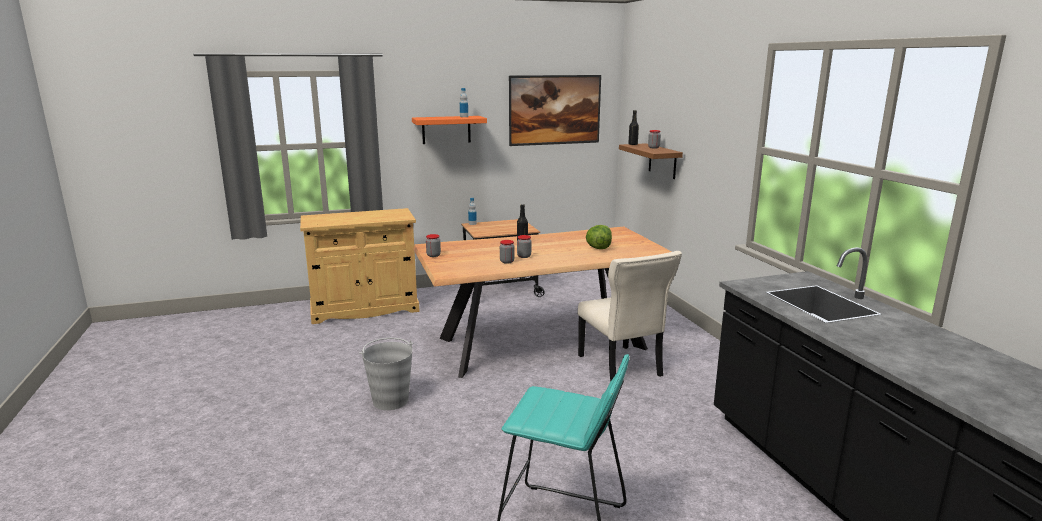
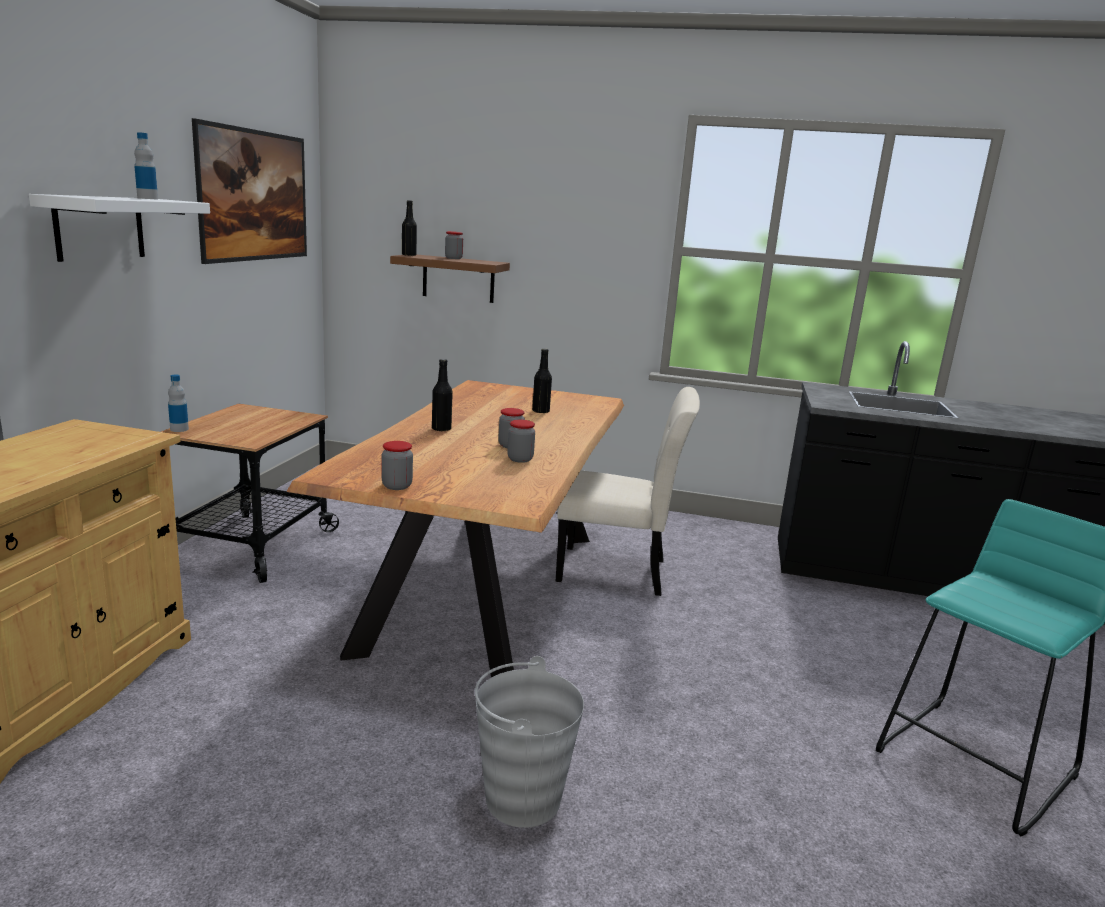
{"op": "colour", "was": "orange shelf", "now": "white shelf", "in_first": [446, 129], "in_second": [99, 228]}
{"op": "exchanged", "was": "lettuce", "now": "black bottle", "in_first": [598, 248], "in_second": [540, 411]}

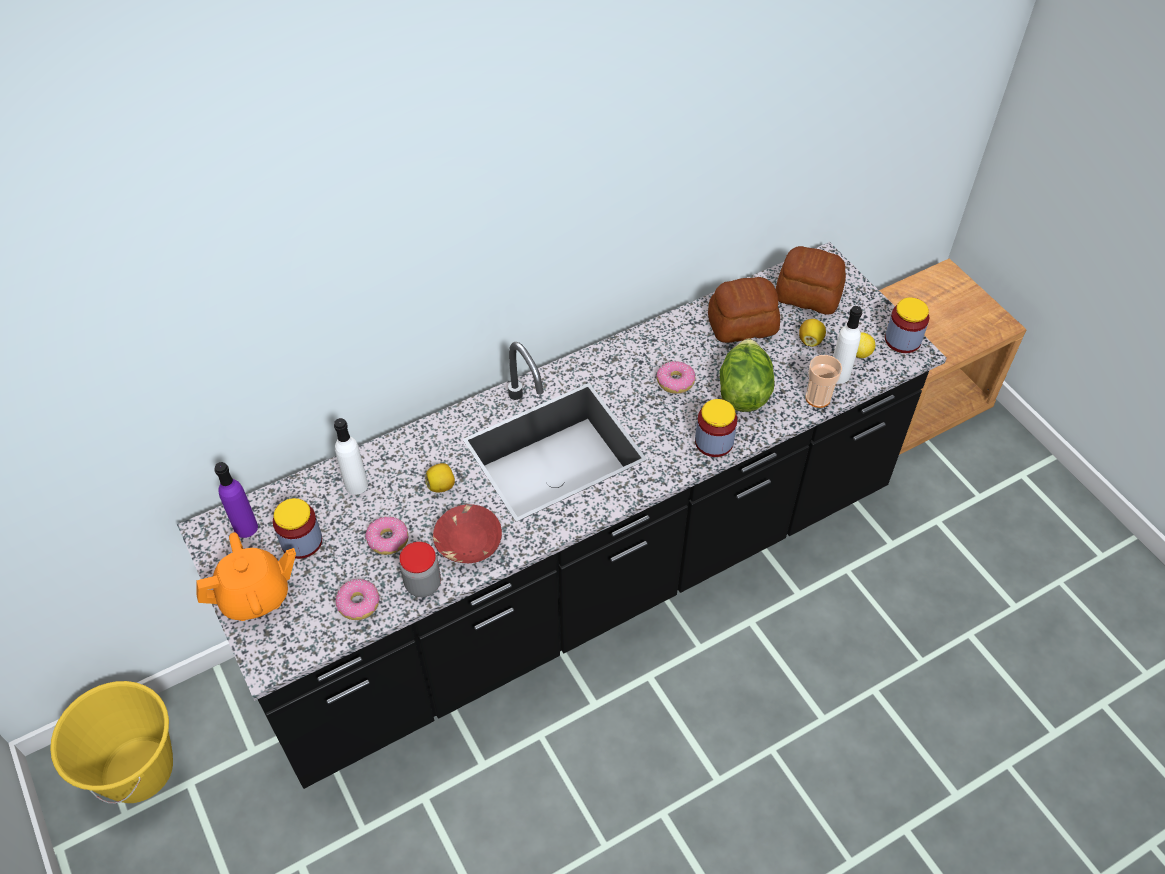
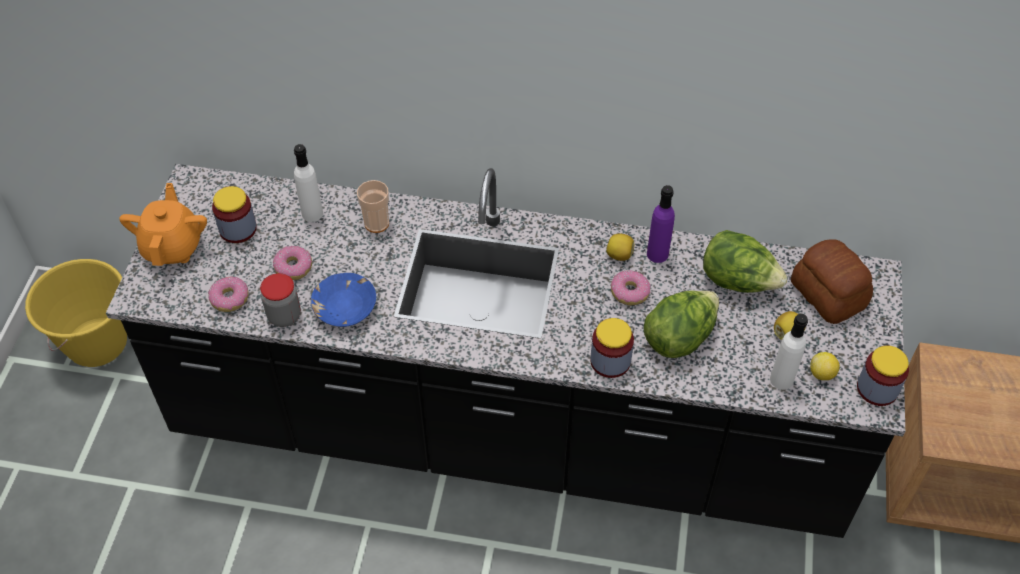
{"op": "exchanged", "was": "bread", "now": "lettuce", "in_first": [741, 324], "in_second": [738, 281]}
{"op": "relocated", "was": "cup", "in_first": [818, 398], "in_second": [376, 223]}
{"op": "relocated", "was": "purple bottle", "in_first": [246, 527], "in_second": [657, 254]}
{"op": "relocated", "was": "lemon", "in_first": [441, 485], "in_second": [619, 255]}
{"op": "colour", "was": "red bowl", "now": "blue bowl", "in_first": [467, 542], "in_second": [344, 307]}
{"op": "spun", "was": "orange teapot", "in_first": [256, 596], "in_second": [173, 247], "clockwise": -105}

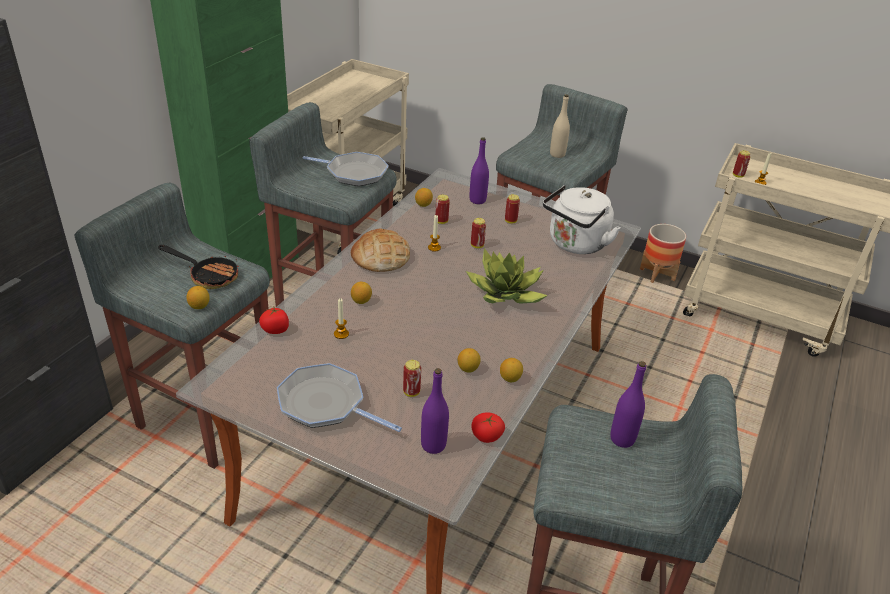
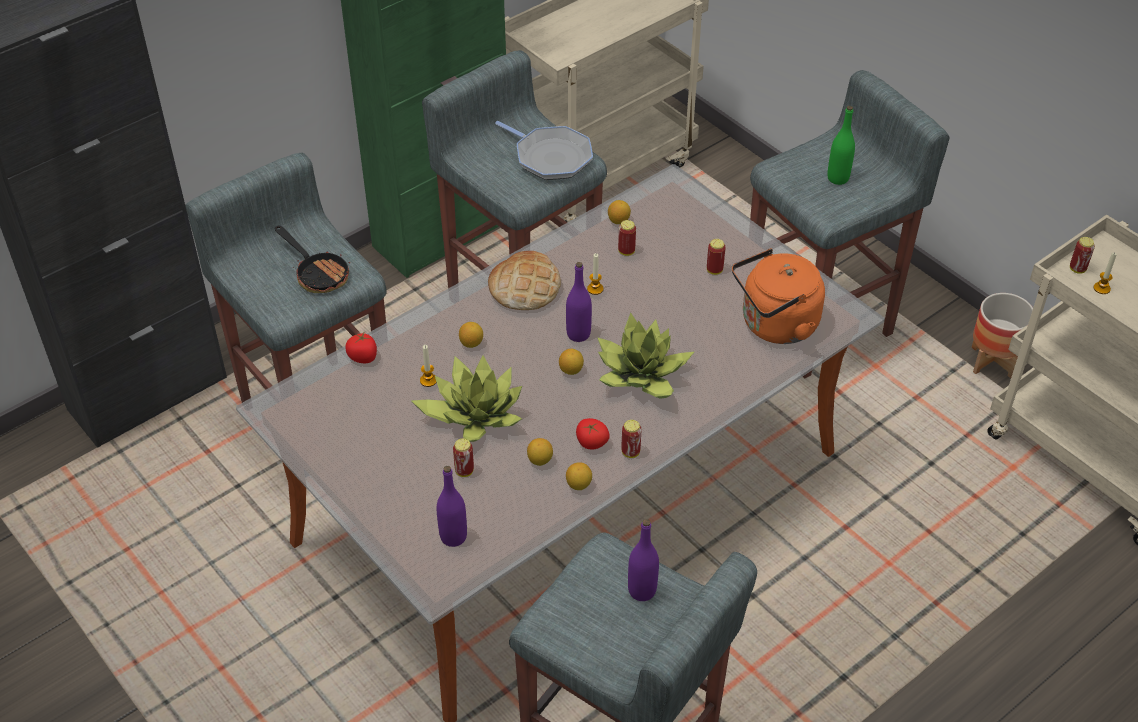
{"op": "colour", "was": "beige bottle", "now": "green bottle", "in_first": [557, 154], "in_second": [838, 178]}
{"op": "relocated", "was": "purple bottle", "in_first": [477, 200], "in_second": [578, 334]}
{"op": "colour", "was": "white kettle", "now": "orange kettle", "in_first": [575, 244], "in_second": [775, 325]}
{"op": "relocated", "was": "can", "in_first": [477, 245], "in_second": [630, 452]}
{"op": "relocated", "was": "lemon", "in_first": [199, 306], "in_second": [571, 370]}
{"op": "missing", "was": "frying pan", "in_first": [326, 404]}
{"op": "relocated", "was": "tomato", "in_first": [486, 436], "in_second": [591, 443]}
{"op": "appeared", "now": "potted plant", "in_second": [474, 413]}

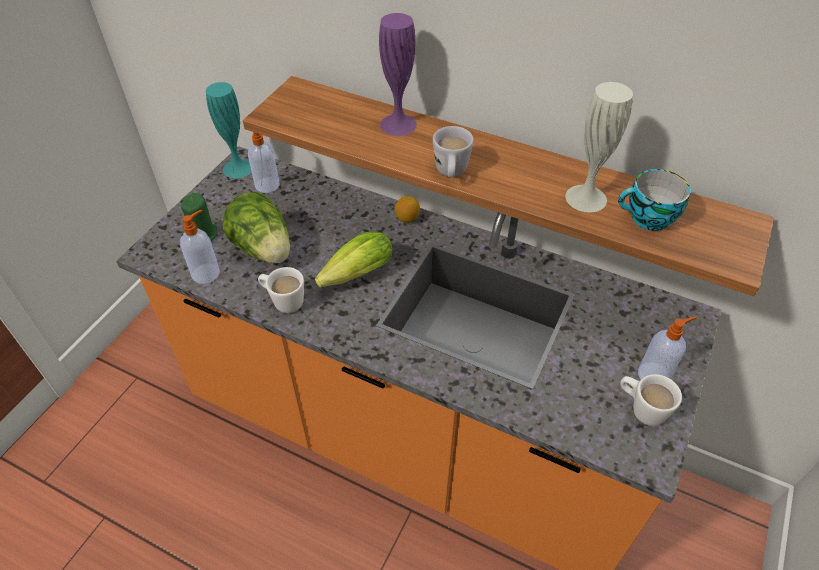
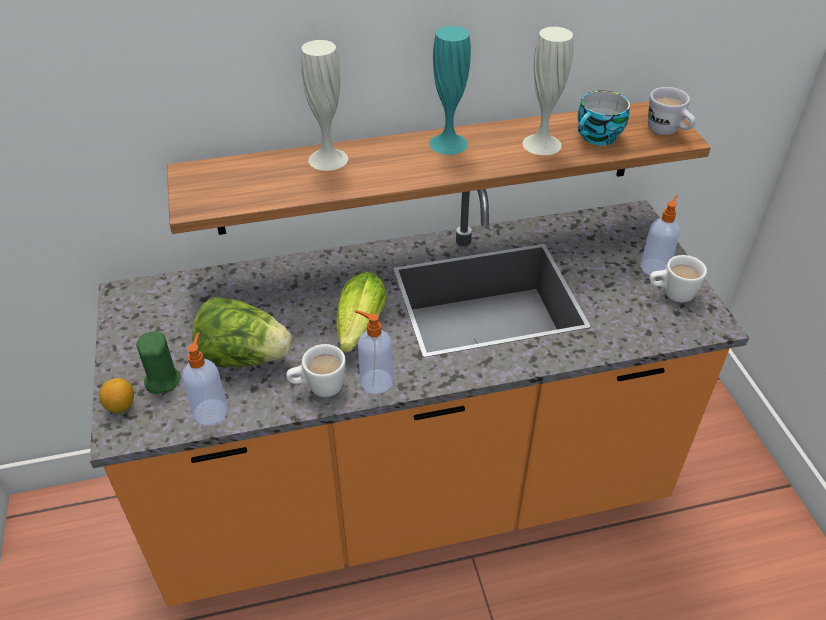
{"op": "colour", "was": "purple vase", "now": "white vase", "in_first": [398, 124], "in_second": [328, 159]}
{"op": "relocated", "was": "turquoise vase", "in_first": [238, 168], "in_second": [448, 143]}
{"op": "relocated", "was": "white mug", "in_first": [451, 174], "in_second": [667, 132]}
{"op": "relocated", "was": "soap dispenser", "in_first": [267, 184], "in_second": [375, 381]}
{"op": "relocated", "was": "lemon", "in_first": [407, 218], "in_second": [121, 405]}

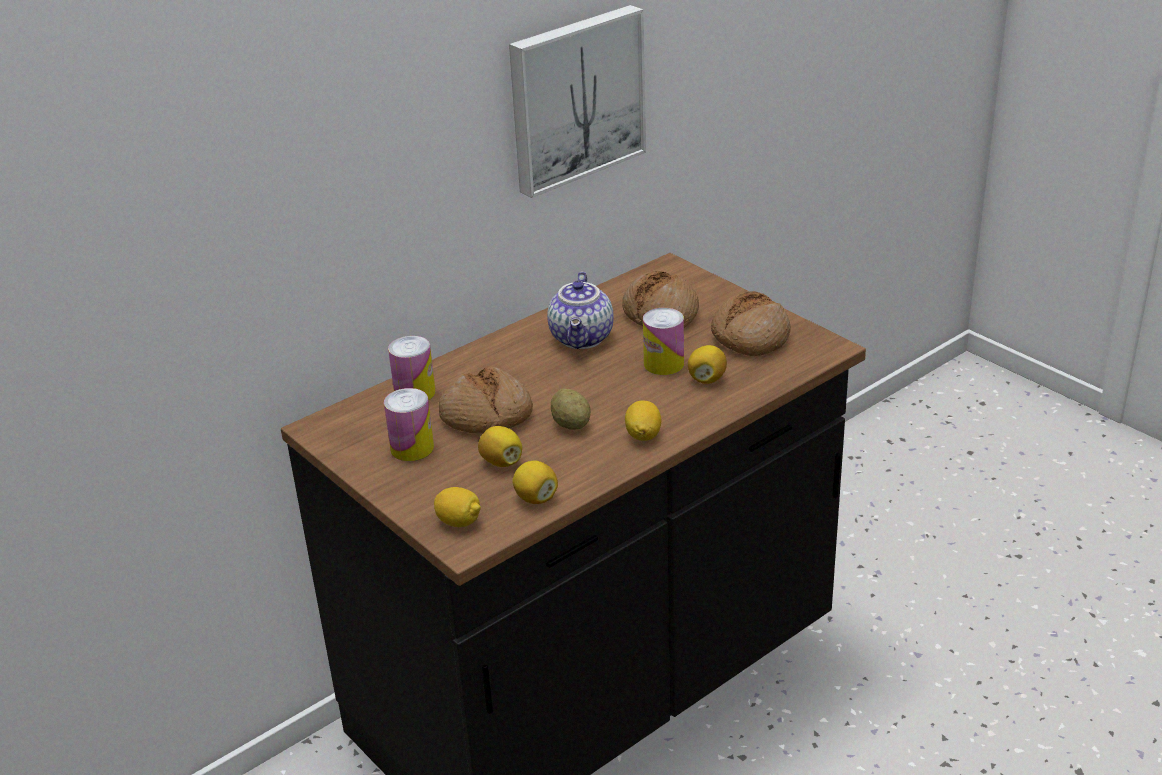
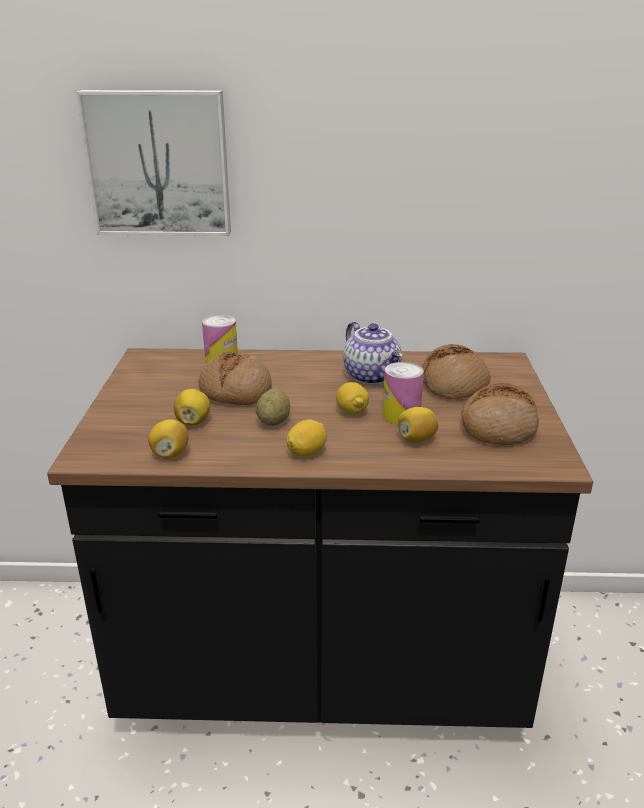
{"op": "relocated", "was": "picture", "in_first": [575, 98], "in_second": [159, 163]}
{"op": "spun", "was": "teapot", "in_first": [583, 338], "in_second": [373, 376], "clockwise": -75}
{"op": "missing", "was": "can", "in_first": [412, 448]}
{"op": "relocated", "was": "lemon", "in_first": [459, 522], "in_second": [351, 412]}

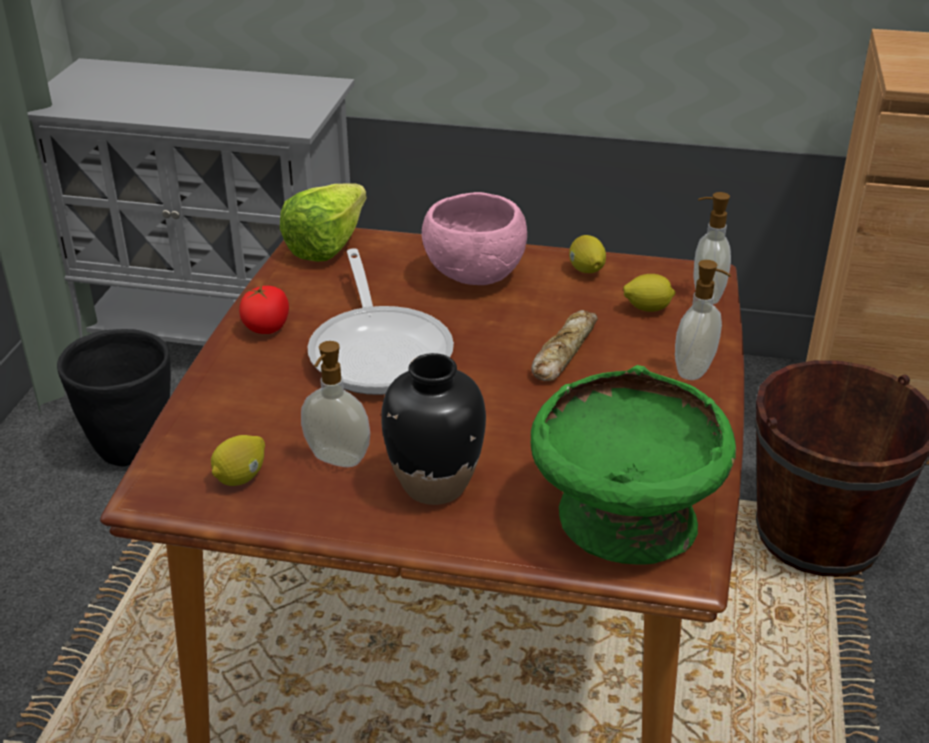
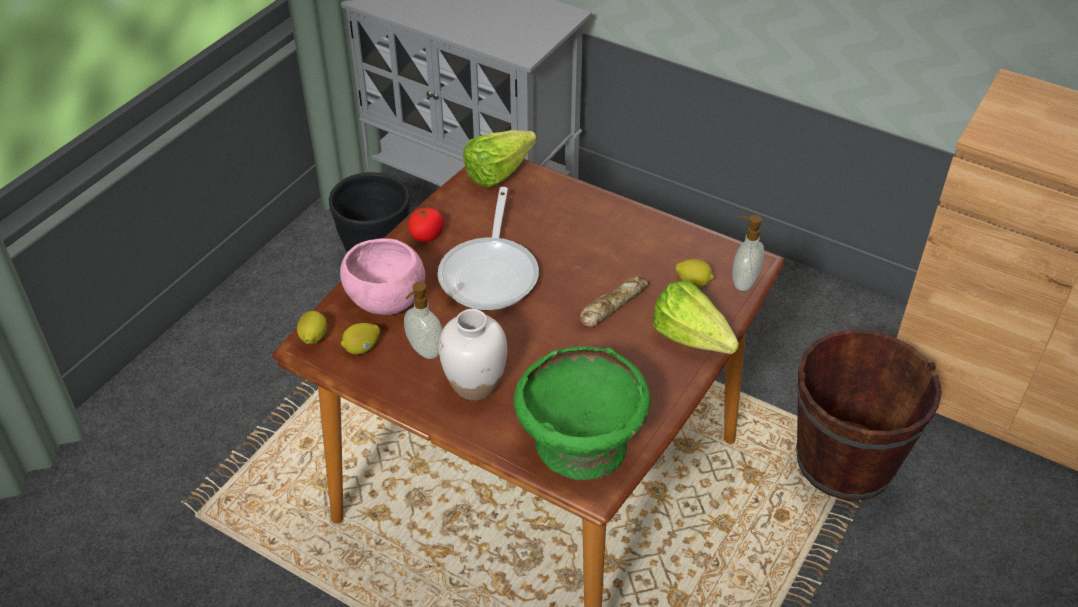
{"op": "relocated", "was": "pink bowl", "in_first": [477, 276], "in_second": [387, 302]}
{"op": "relocated", "was": "lemon", "in_first": [586, 271], "in_second": [313, 338]}
{"op": "exchanged", "was": "soap dispenser", "now": "lettuce", "in_first": [695, 370], "in_second": [695, 343]}
{"op": "colour", "was": "black vase", "now": "white vase", "in_first": [435, 485], "in_second": [475, 386]}

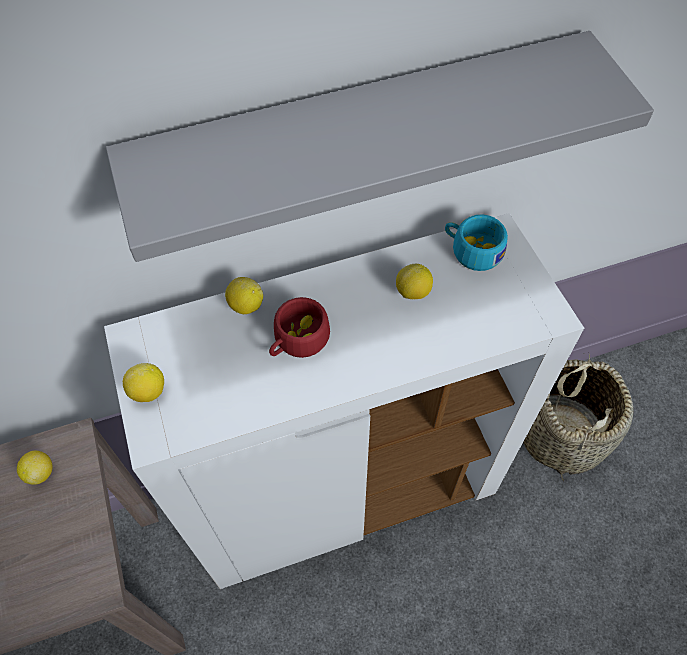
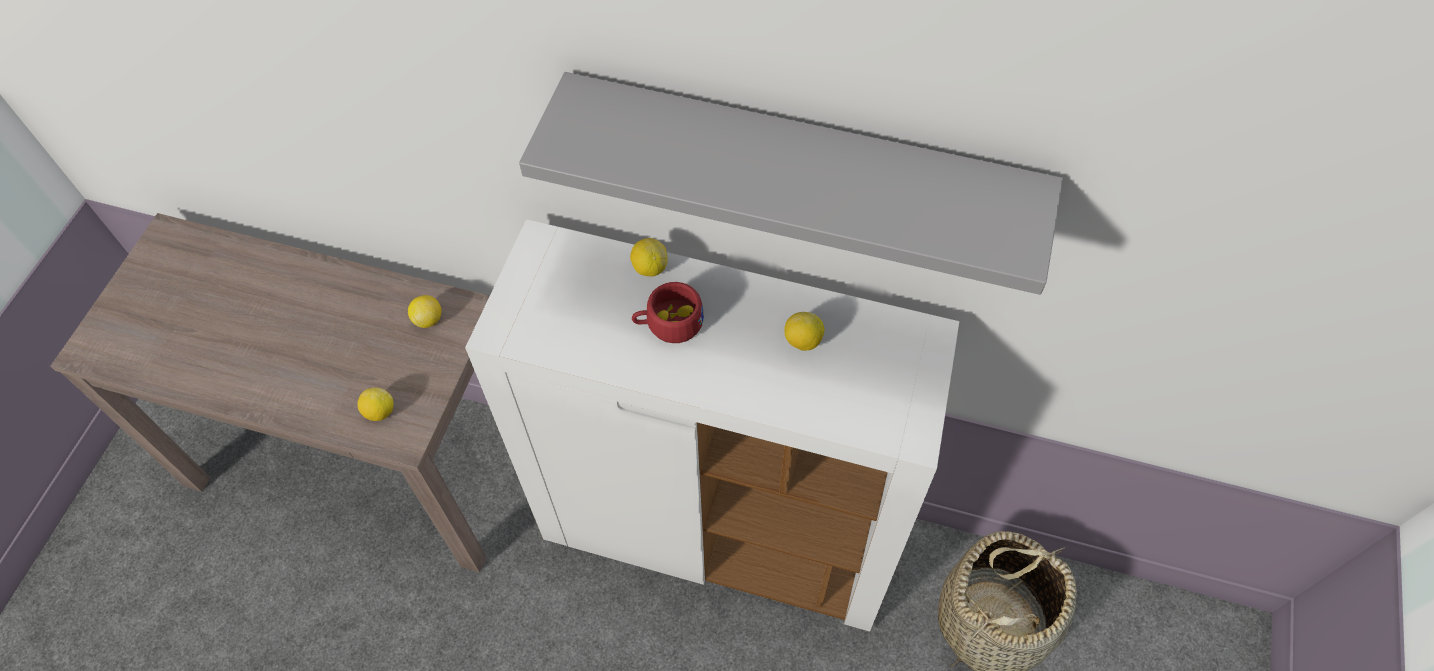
{"op": "missing", "was": "turquoise cup", "in_first": [471, 250]}
{"op": "relocated", "was": "lemon", "in_first": [148, 391], "in_second": [379, 411]}

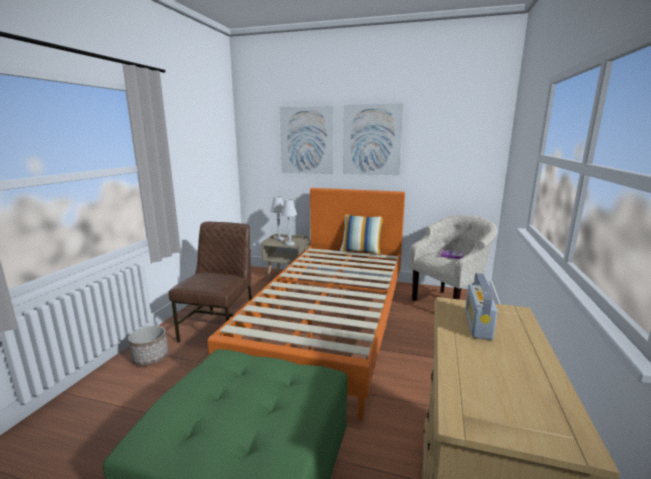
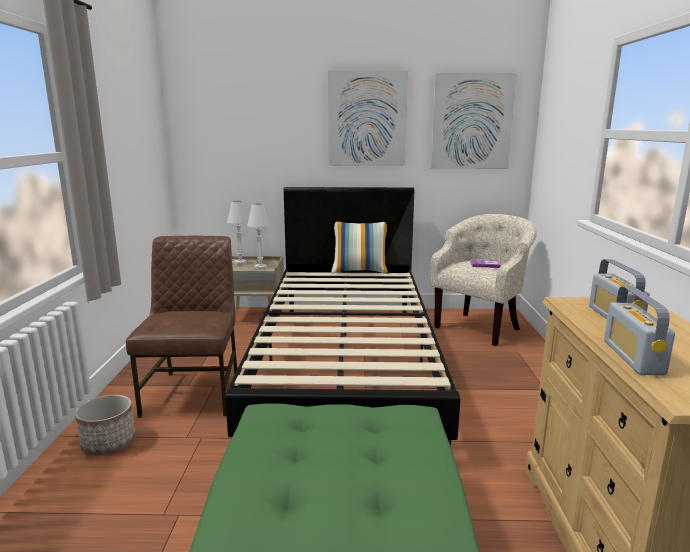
{"op": "relocated", "was": "picture", "in_first": [307, 140], "in_second": [472, 122]}
{"op": "colour", "was": "orange bed", "now": "black bed", "in_first": [330, 322], "in_second": [346, 365]}
{"op": "appeared", "now": "radio", "in_second": [633, 357]}

